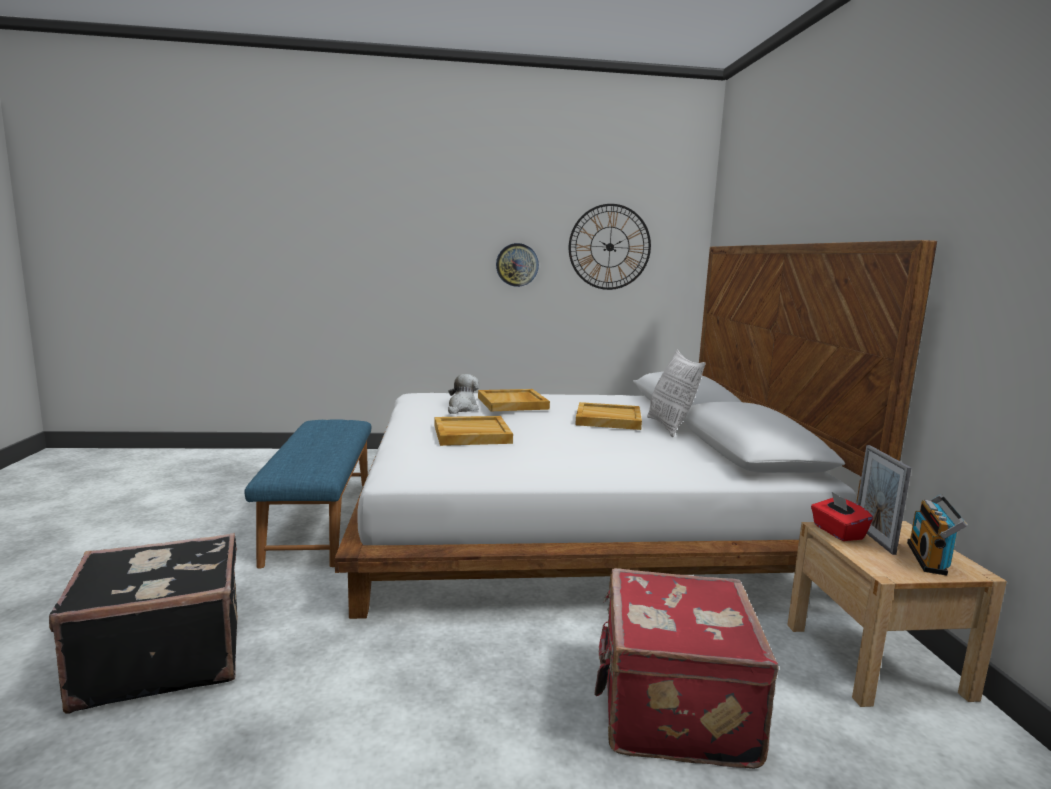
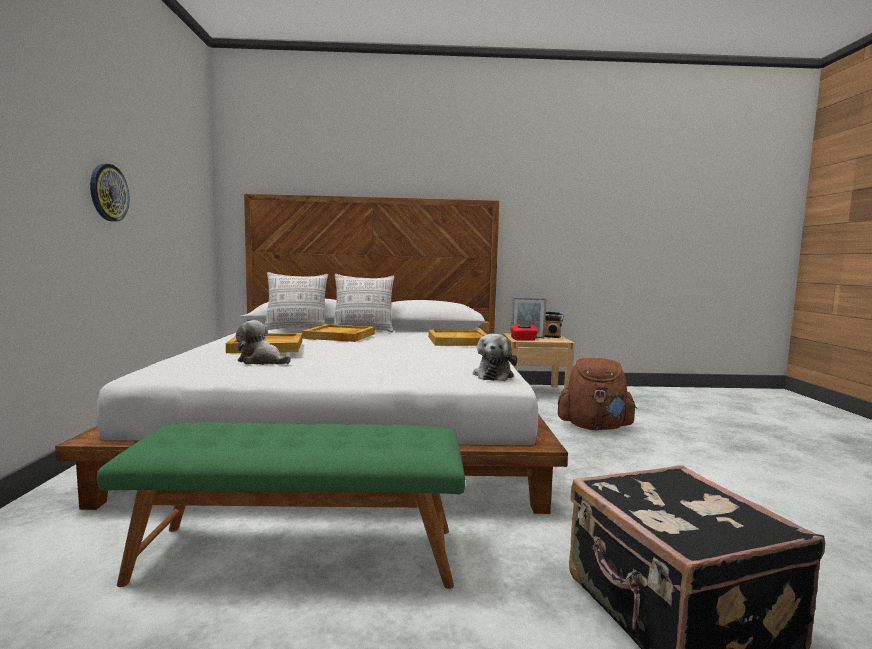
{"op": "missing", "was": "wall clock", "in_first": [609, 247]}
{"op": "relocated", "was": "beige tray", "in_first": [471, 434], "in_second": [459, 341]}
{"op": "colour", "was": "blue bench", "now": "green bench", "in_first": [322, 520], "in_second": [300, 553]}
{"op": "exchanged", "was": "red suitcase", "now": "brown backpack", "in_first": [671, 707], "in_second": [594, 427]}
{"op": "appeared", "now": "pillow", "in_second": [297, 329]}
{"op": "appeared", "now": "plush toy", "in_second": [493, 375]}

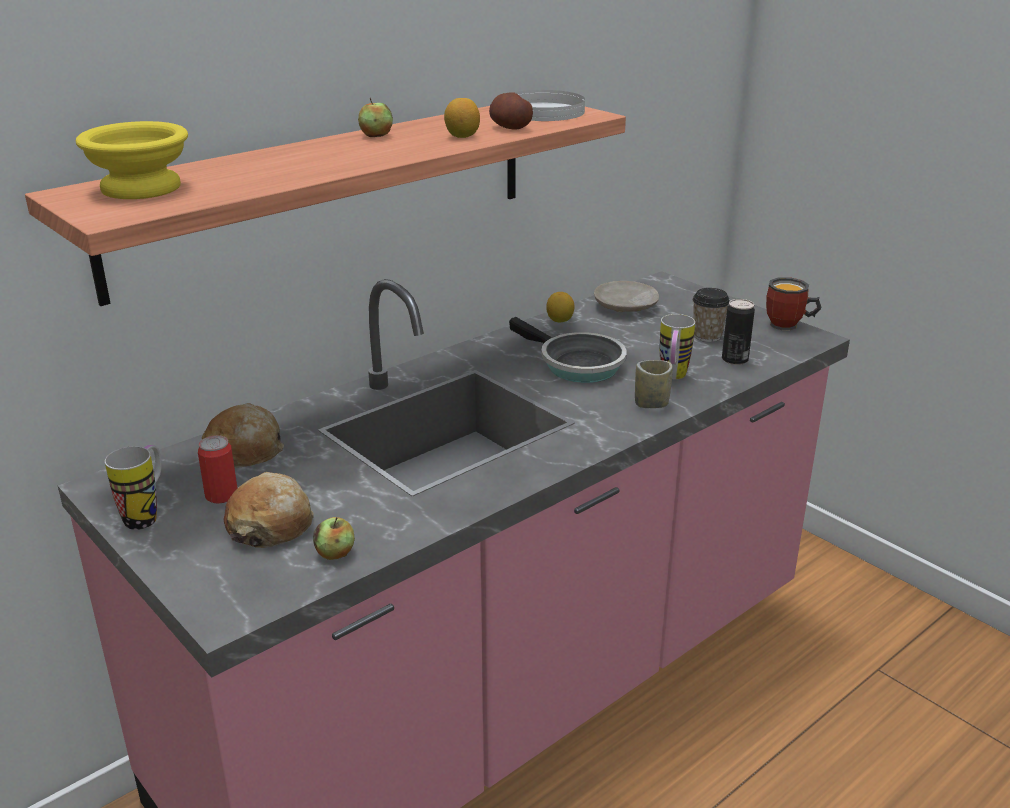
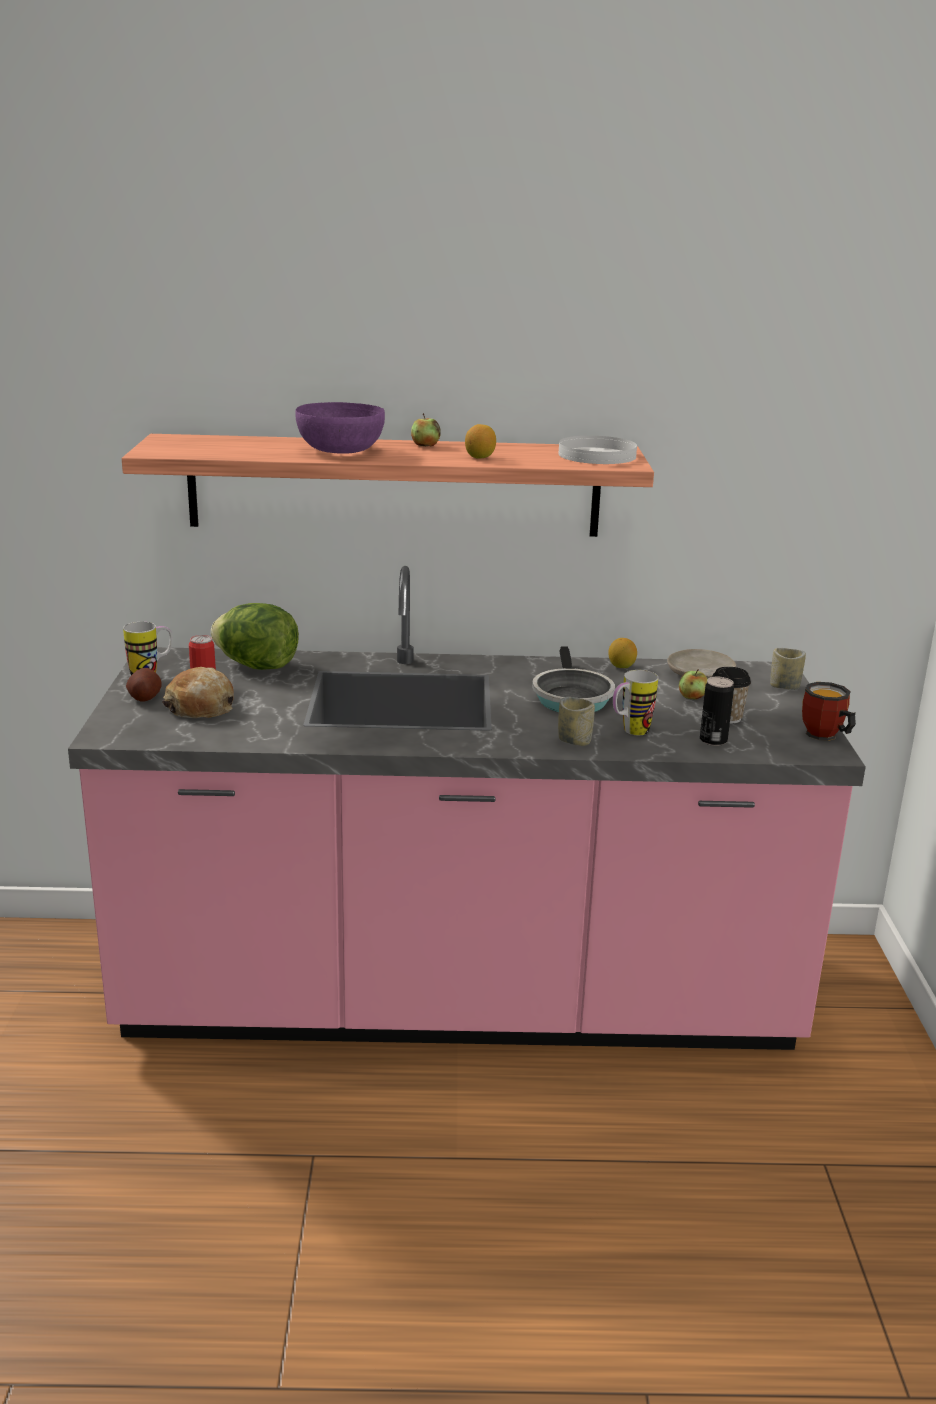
{"op": "relocated", "was": "potato", "in_first": [510, 127], "in_second": [144, 697]}
{"op": "missing", "was": "yellow bowl", "in_first": [138, 189]}
{"op": "exchanged", "was": "bread", "now": "lettuce", "in_first": [245, 450], "in_second": [257, 666]}
{"op": "relocated", "was": "apple", "in_first": [335, 554], "in_second": [692, 697]}
{"op": "appeared", "now": "purple bowl", "in_second": [339, 450]}
{"op": "appeared", "now": "cup", "in_second": [784, 686]}

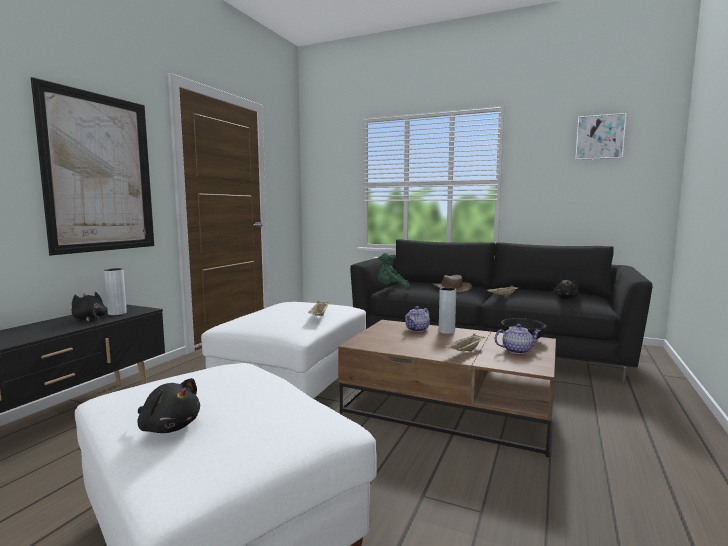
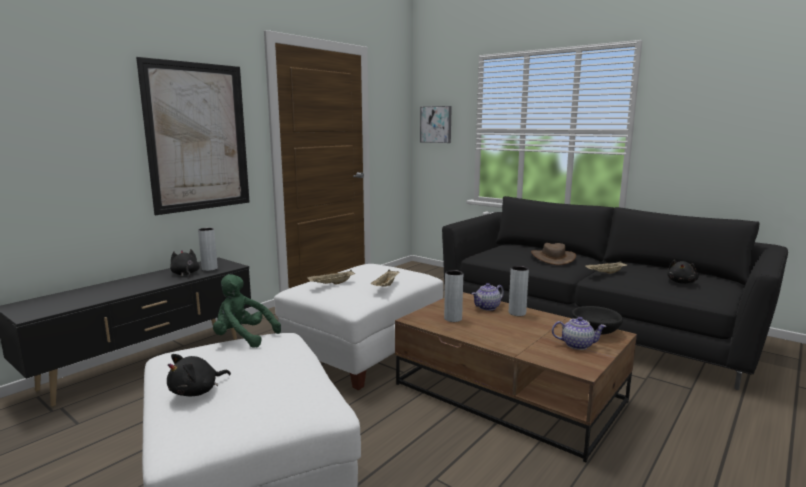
{"op": "relocated", "was": "picture", "in_first": [599, 137], "in_second": [436, 124]}
{"op": "relocated", "was": "green plush toy", "in_first": [391, 288], "in_second": [243, 338]}
{"op": "relocated", "was": "beige tray", "in_first": [465, 351], "in_second": [331, 284]}
{"op": "spun", "was": "black plush toy", "in_first": [169, 427], "in_second": [197, 391], "clockwise": 90}
{"op": "appeared", "now": "grey vase", "in_second": [453, 319]}

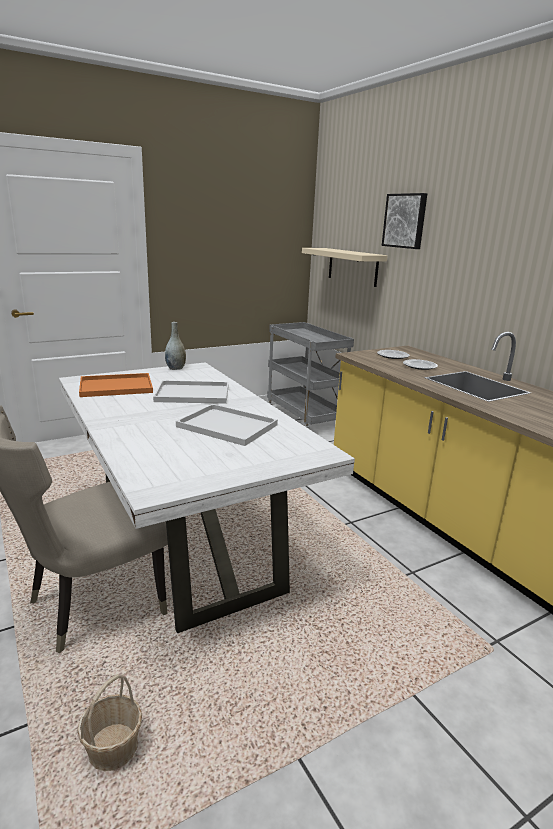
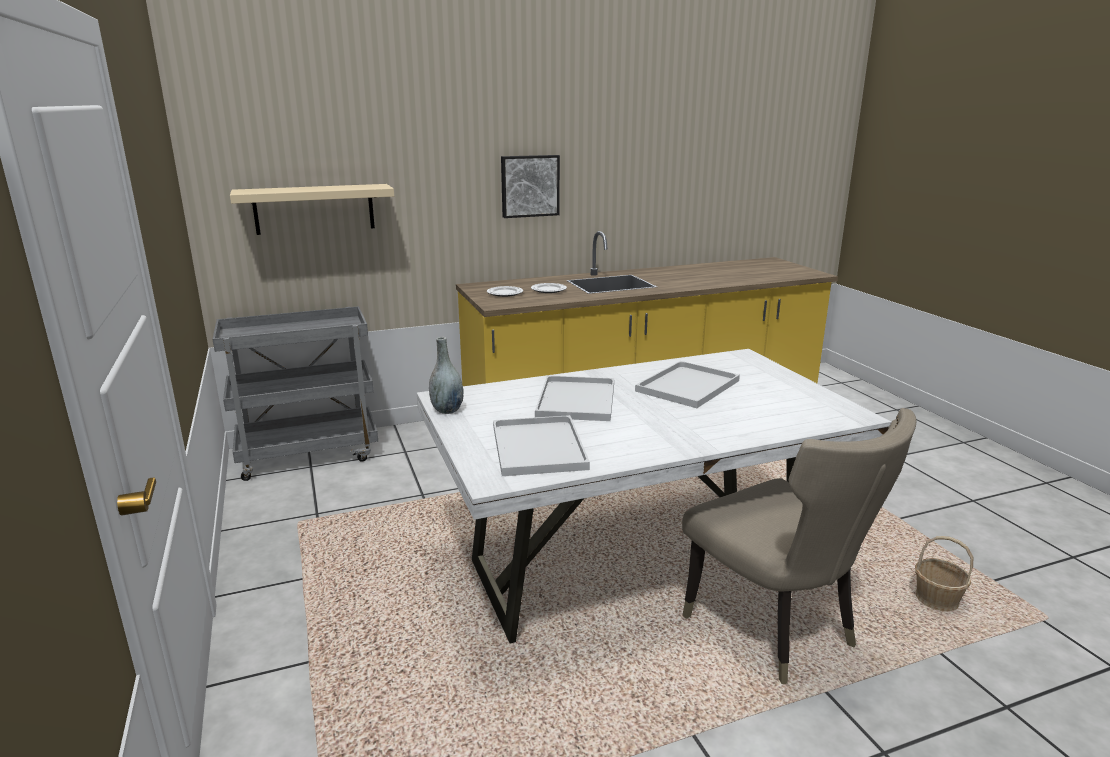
{"op": "relocated", "was": "picture", "in_first": [405, 221], "in_second": [529, 186]}
{"op": "colour", "was": "orange tray", "now": "white tray", "in_first": [117, 386], "in_second": [537, 446]}

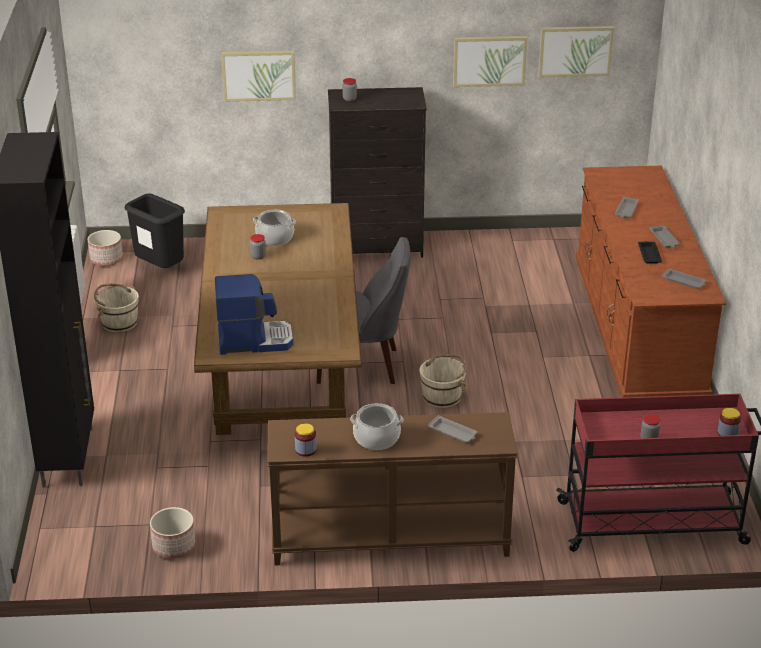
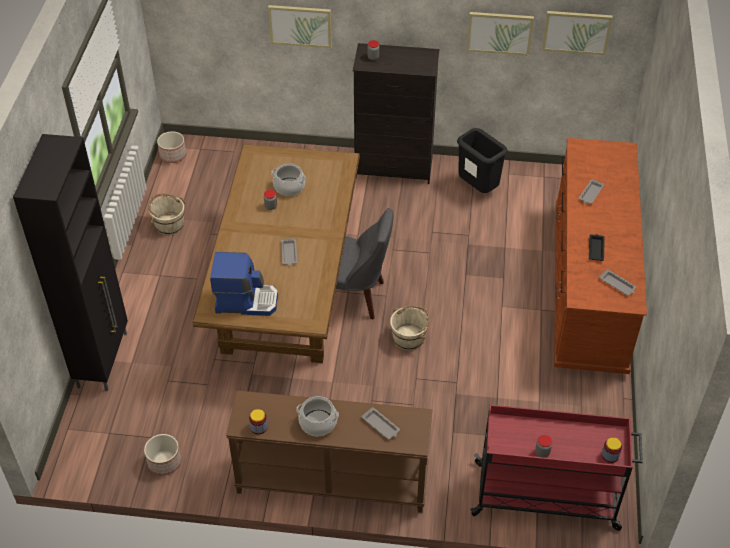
{"op": "relocated", "was": "black trash can", "in_first": [161, 269], "in_second": [478, 188]}
{"op": "relocated", "was": "grey tray", "in_first": [664, 239], "in_second": [289, 254]}

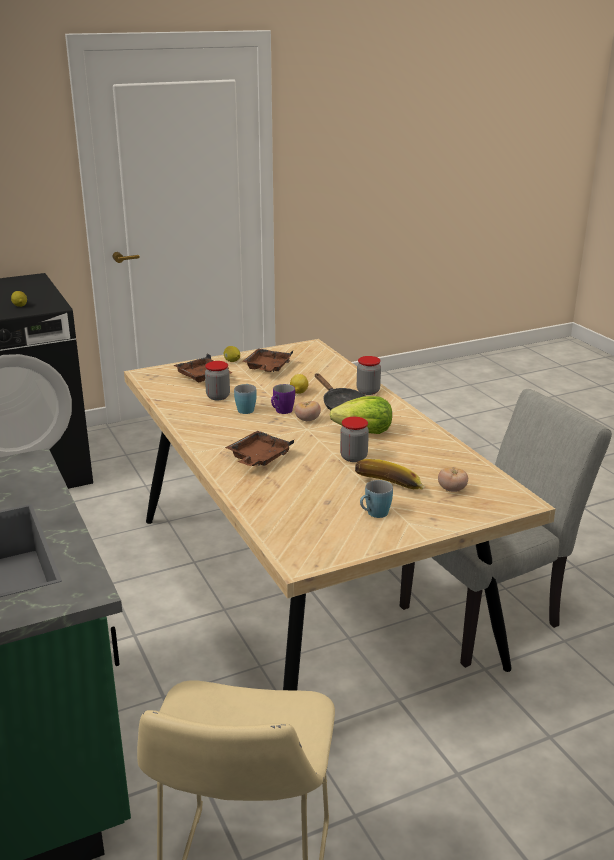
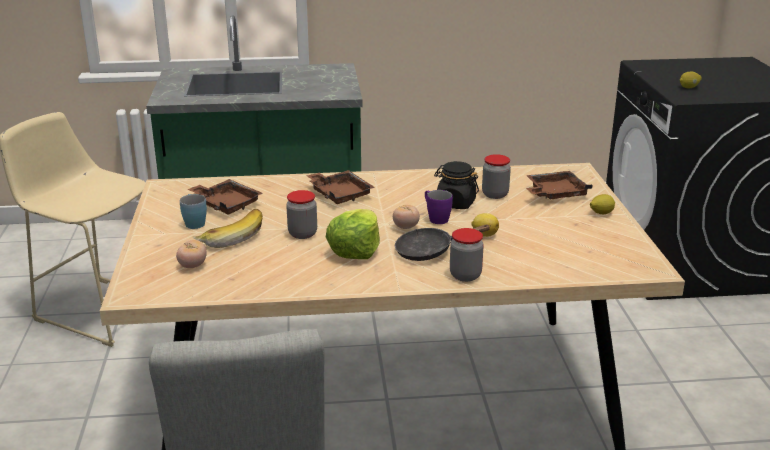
{"op": "relocated", "was": "brown tray", "in_first": [267, 368], "in_second": [226, 204]}
{"op": "exchanged", "was": "blue mug", "now": "black jar", "in_first": [246, 408], "in_second": [455, 203]}

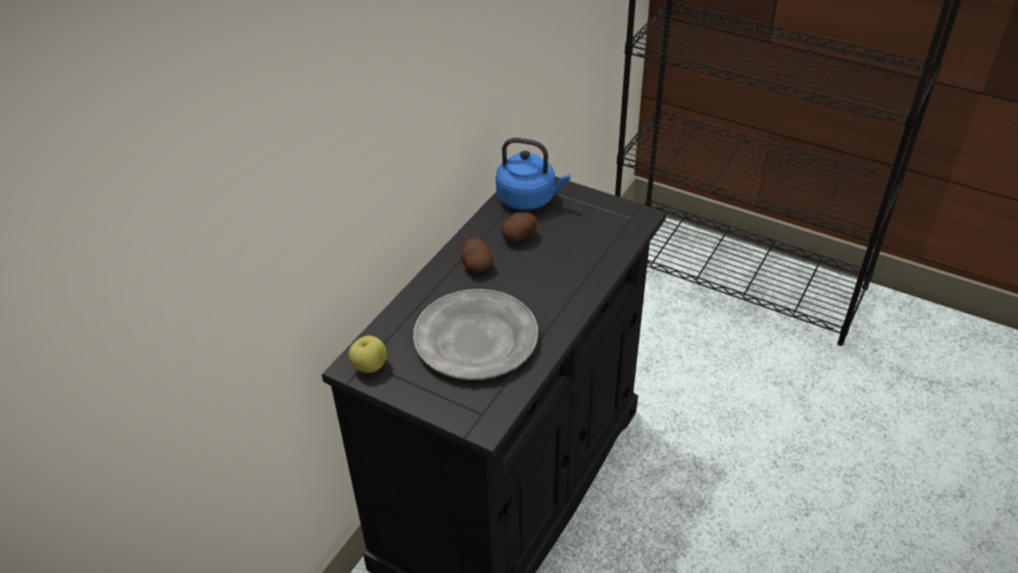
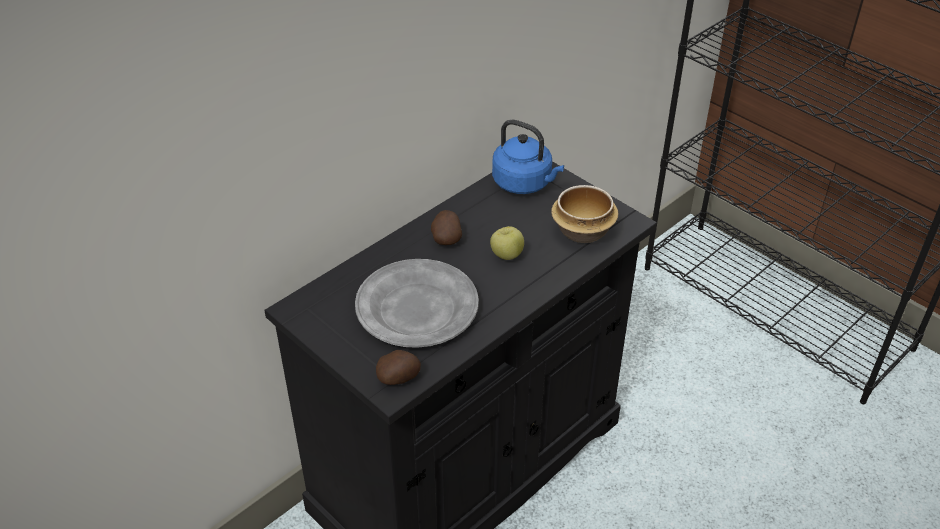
{"op": "relocated", "was": "potato", "in_first": [519, 237], "in_second": [399, 378]}
{"op": "relocated", "was": "apple", "in_first": [369, 366], "in_second": [506, 255]}
{"op": "appeared", "now": "bowl", "in_second": [582, 232]}

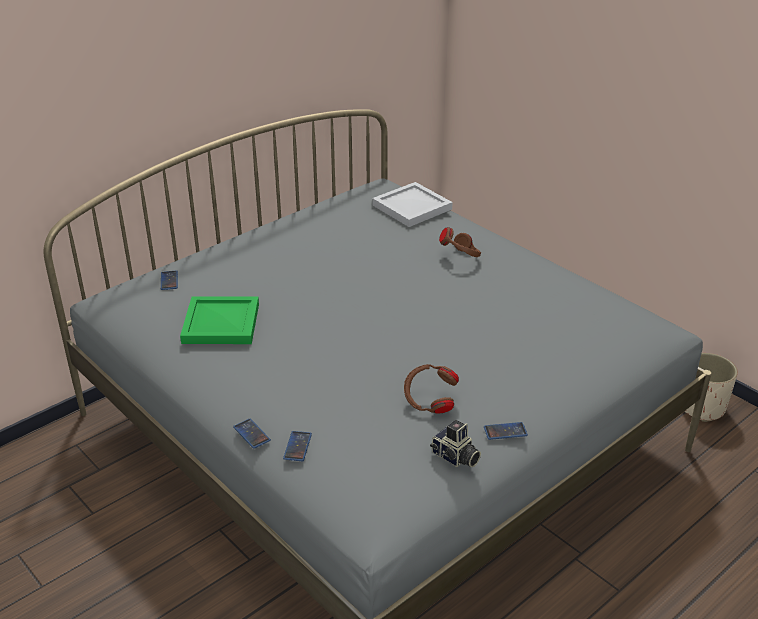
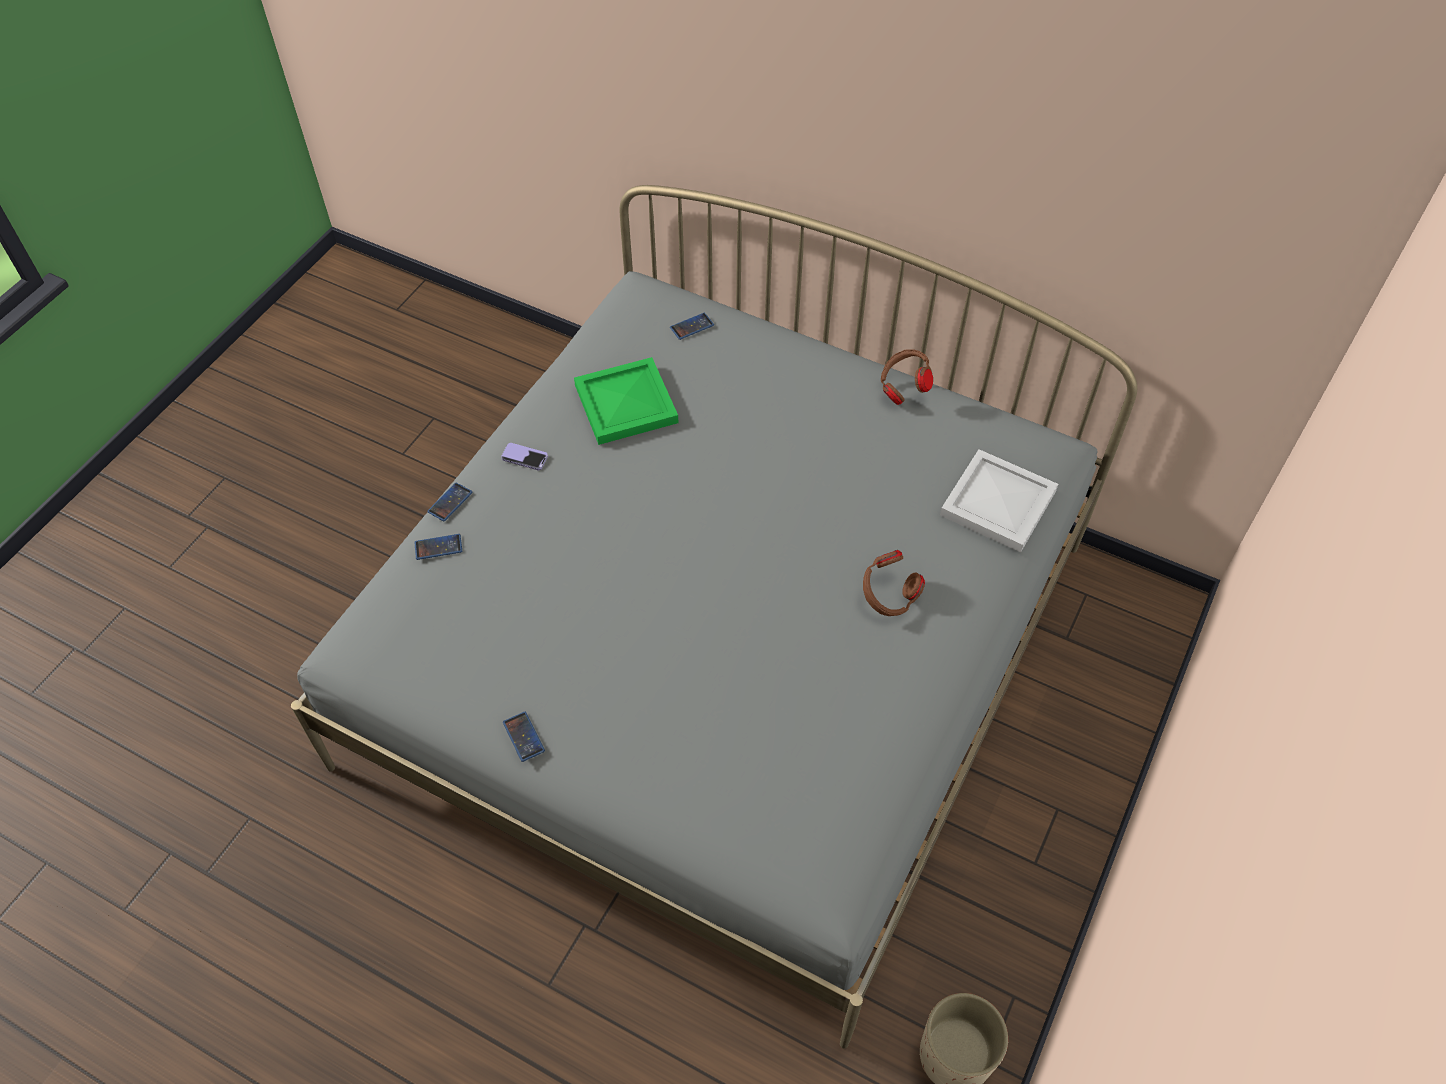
{"op": "relocated", "was": "brown headphones", "in_first": [429, 403], "in_second": [903, 388]}
{"op": "missing", "was": "photo camera", "in_first": [455, 457]}
{"op": "appeared", "now": "phone", "in_second": [524, 457]}

